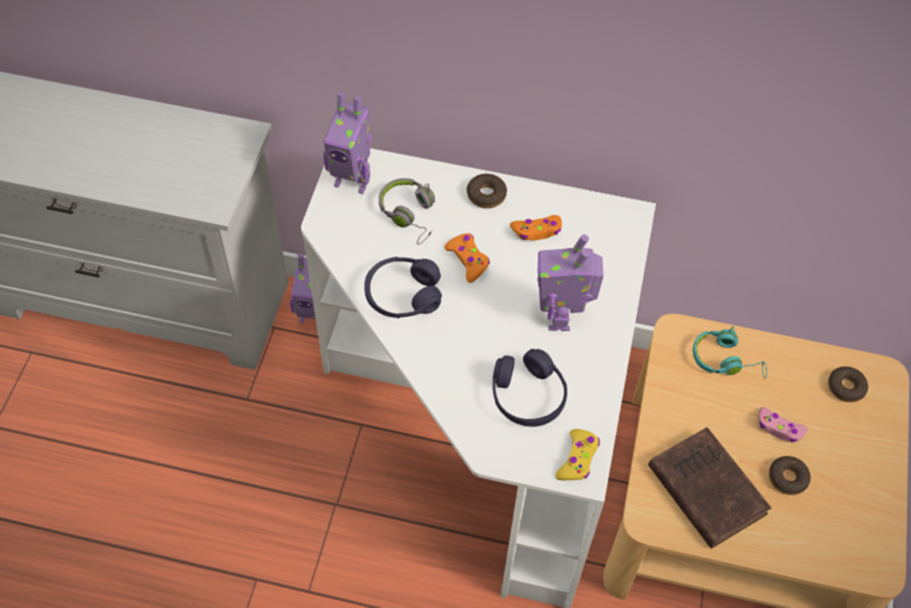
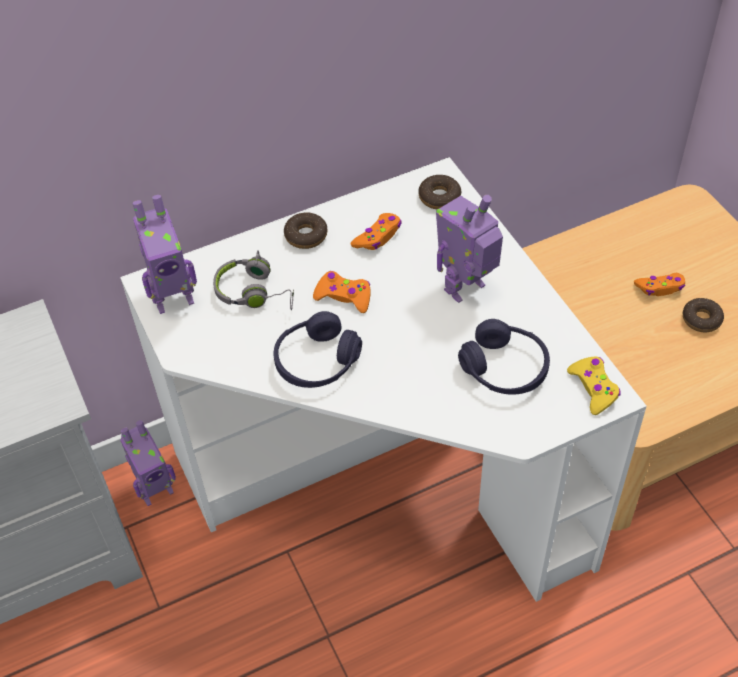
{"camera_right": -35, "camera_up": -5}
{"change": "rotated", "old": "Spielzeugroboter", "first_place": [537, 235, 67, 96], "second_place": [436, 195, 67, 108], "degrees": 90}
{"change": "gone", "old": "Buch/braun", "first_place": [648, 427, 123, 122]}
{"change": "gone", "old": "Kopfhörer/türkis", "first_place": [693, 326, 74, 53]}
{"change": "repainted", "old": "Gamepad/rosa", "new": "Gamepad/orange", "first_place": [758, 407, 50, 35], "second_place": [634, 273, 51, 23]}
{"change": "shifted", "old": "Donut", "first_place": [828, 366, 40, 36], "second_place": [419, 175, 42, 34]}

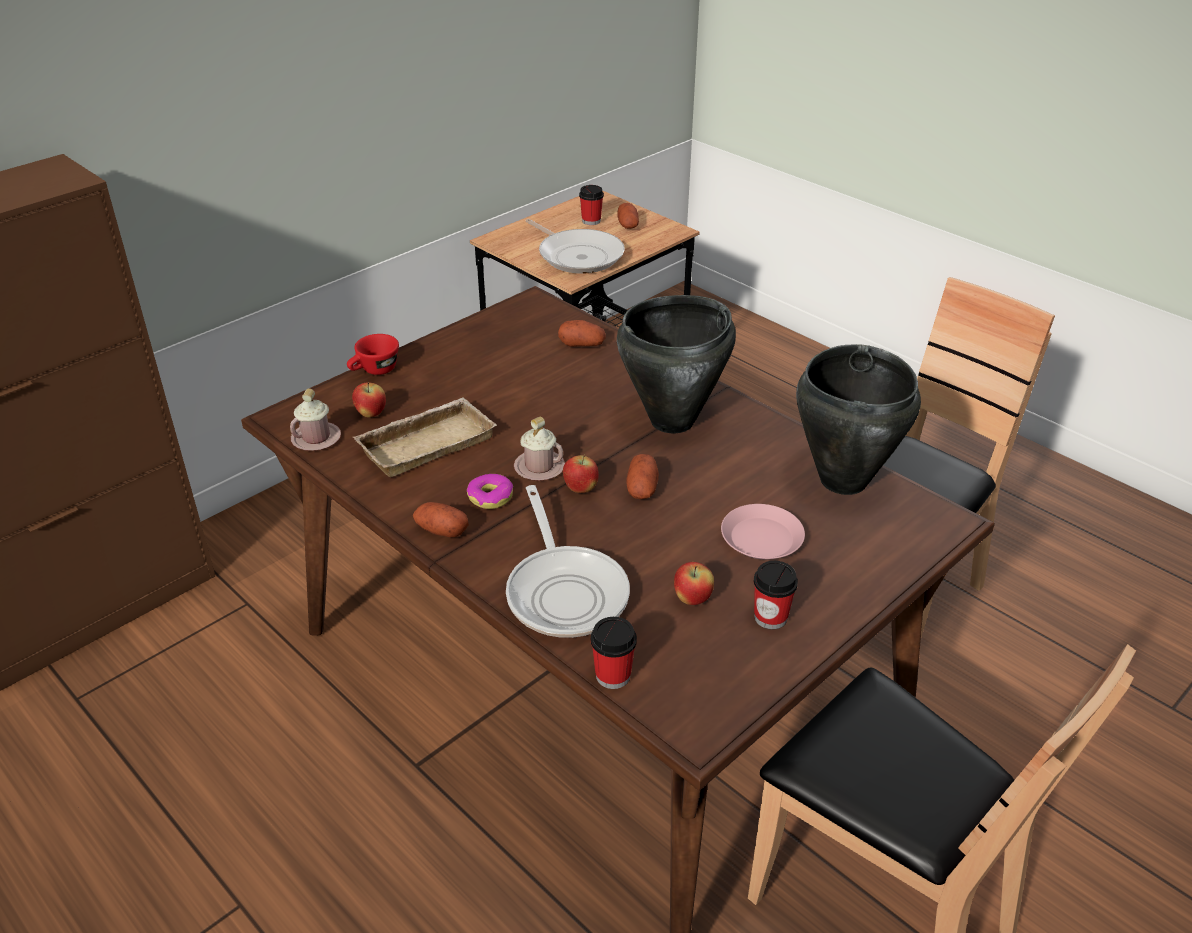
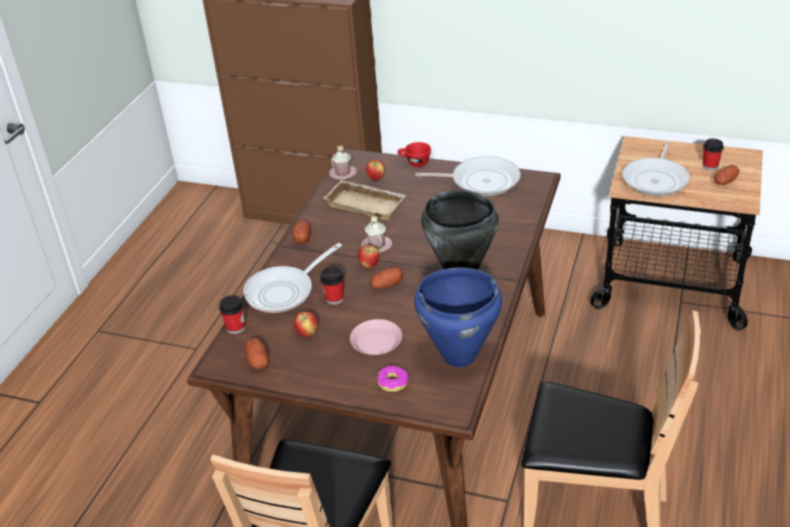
{"camera_right": 65, "camera_up": 0}
{"change": "shifted", "old": "Donut", "first_place": [467, 474, 46, 35], "second_place": [377, 366, 32, 26]}
{"change": "shifted", "old": "Kartoffel", "first_place": [558, 320, 48, 27], "second_place": [245, 338, 24, 31]}
{"change": "shifted", "old": "Tasse", "first_place": [754, 561, 44, 68], "second_place": [320, 267, 24, 38]}
{"change": "repainted", "old": "Kochtopf/schwarz", "new": "Kochtopf/blau", "first_place": [796, 344, 125, 151], "second_place": [414, 267, 88, 100]}
{"change": "new", "new": "Pfanne", "second_place": [415, 156, 106, 40]}

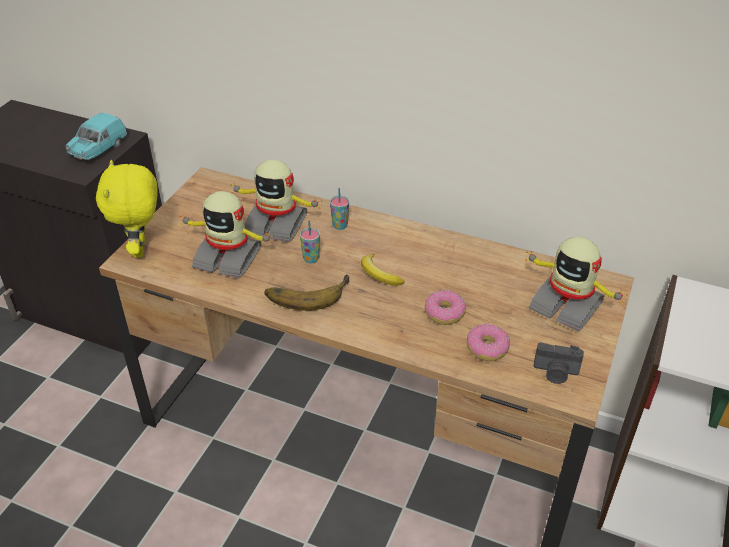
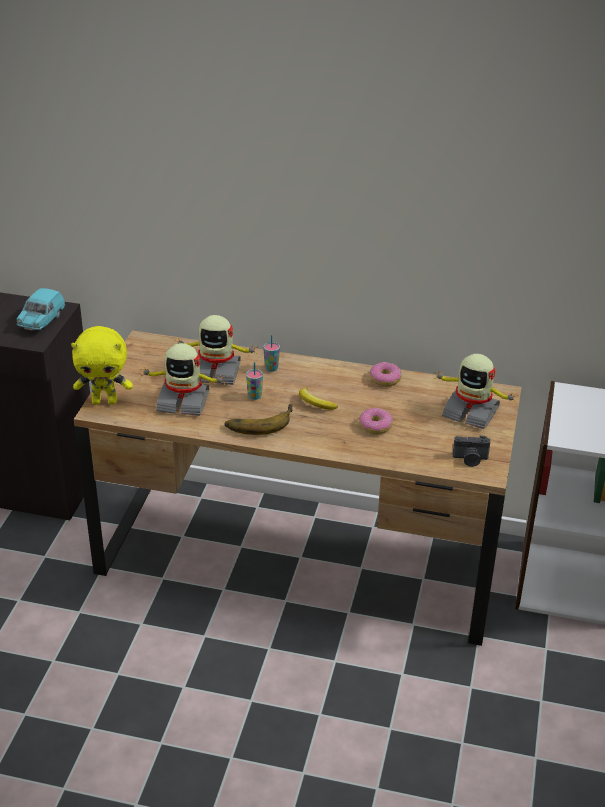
{"camera_right": -10, "camera_up": -5}
{"change": "rotated", "old": "Plüschtier/gelb", "first_place": [96, 160, 62, 97], "second_place": [71, 326, 62, 79], "degrees": -75}
{"change": "shifted", "old": "Donut", "first_place": [467, 324, 43, 37], "second_place": [370, 362, 32, 25]}

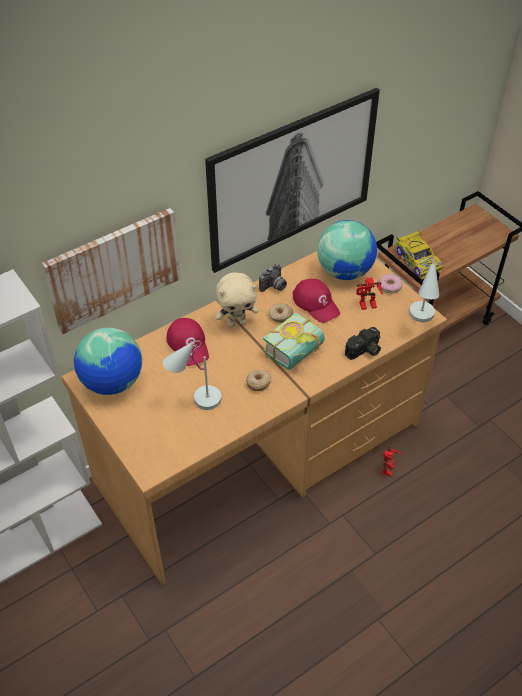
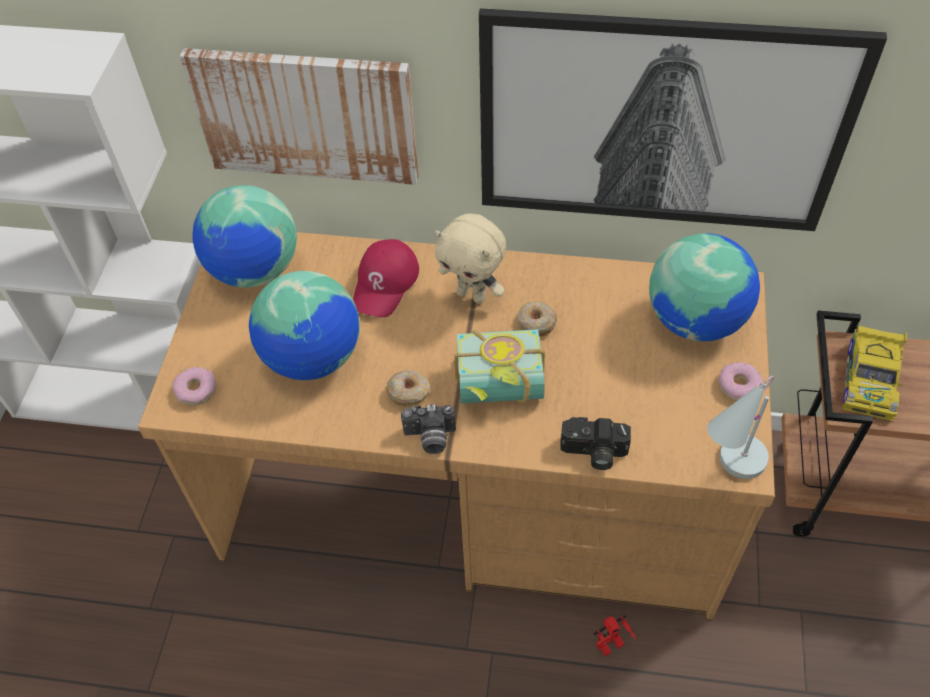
{"camera_right": 45, "camera_up": 5}
{"change": "swapped", "old": "Tischlampe/weiß", "new": "Globus", "first_place": [163, 340, 58, 70], "second_place": [249, 271, 111, 109]}
{"change": "shifted", "old": "Kamera", "first_place": [259, 264, 28, 28], "second_place": [401, 404, 55, 50]}
{"change": "gone", "old": "Kappe/rot", "first_place": [292, 279, 48, 44]}
{"change": "gone", "old": "Spielzeugroboter", "first_place": [356, 277, 27, 33]}
{"change": "new", "new": "Donut", "second_place": [172, 367, 44, 39]}

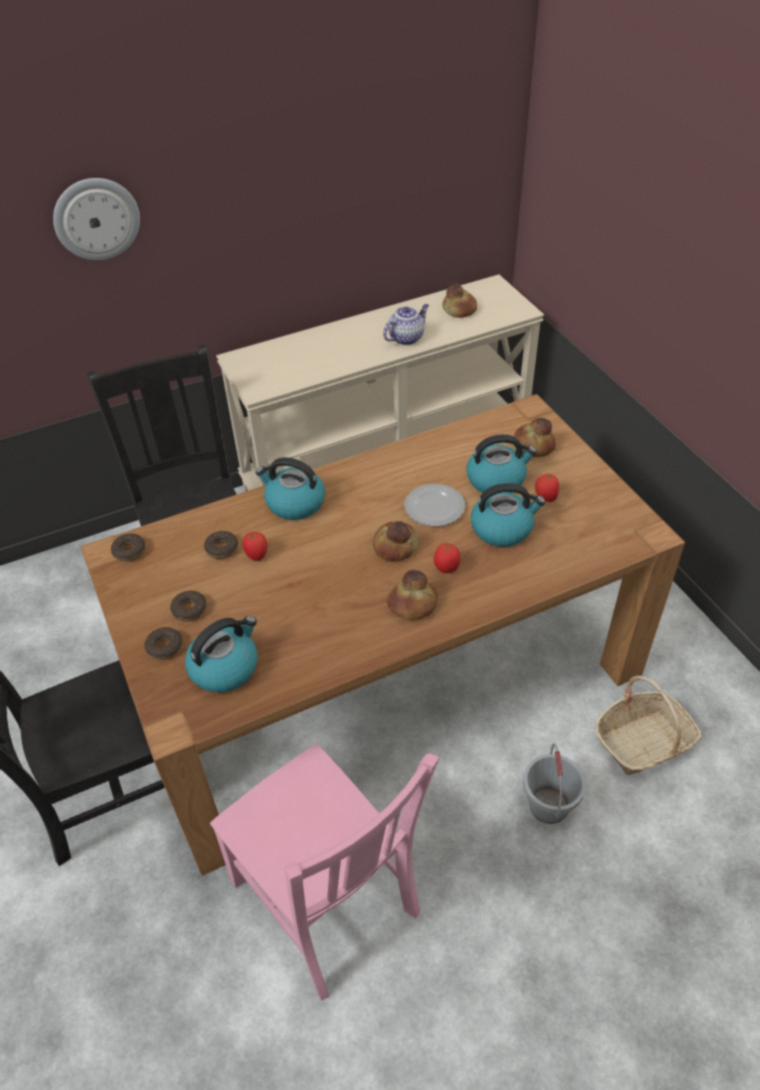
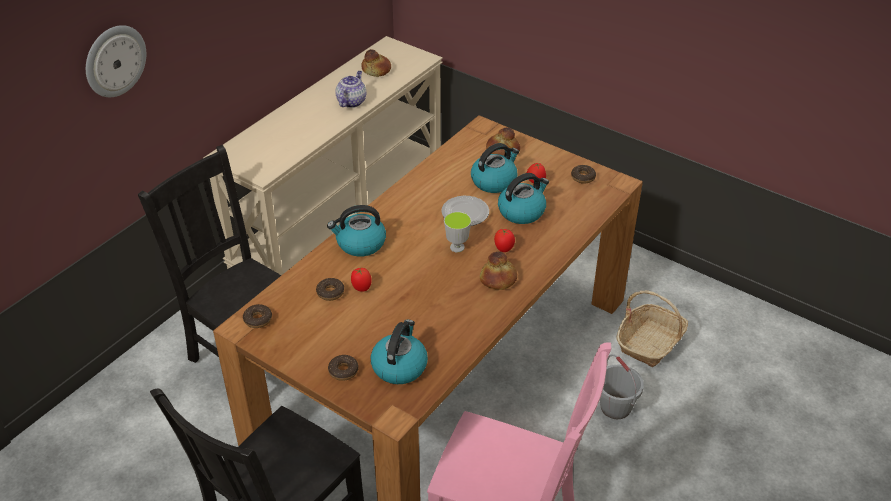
{"camera_right": -30, "camera_up": -5}
{"change": "shifted", "old": "Donut", "first_place": [170, 591, 37, 31], "second_place": [571, 165, 25, 19]}
{"change": "swapped", "old": "Brot", "new": "Tasse", "first_place": [373, 521, 45, 41], "second_place": [444, 211, 27, 41]}

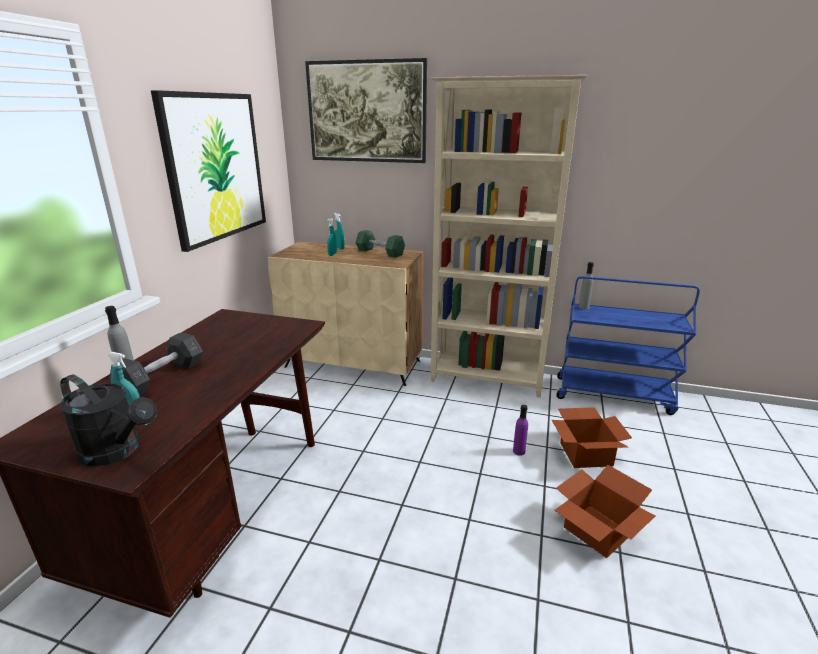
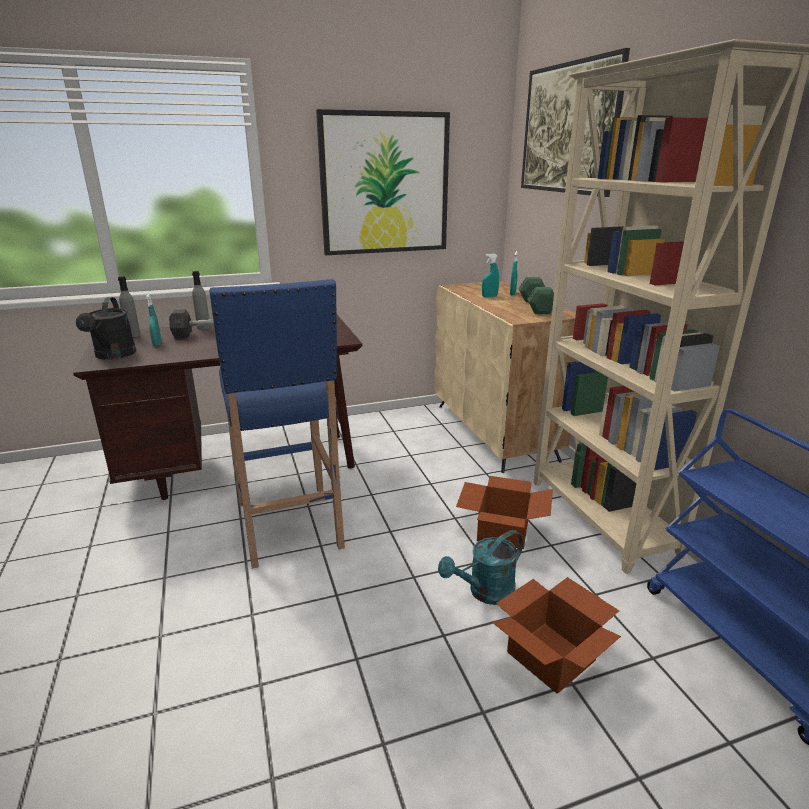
{"camera_right": 55, "camera_up": 0}
{"change": "swapped", "old": "Flasche/lila", "new": "Gießkanne/türkis", "first_place": [513, 405, 15, 51], "second_place": [438, 530, 85, 75]}
{"change": "shifted", "old": "Karton", "first_place": [554, 465, 102, 93], "second_place": [456, 476, 97, 73]}
{"change": "shifted", "old": "Flasche/grau", "first_place": [579, 262, 15, 47], "second_place": [118, 276, 23, 61]}
{"change": "new", "new": "Hocker/blau", "second_place": [209, 279, 136, 290]}

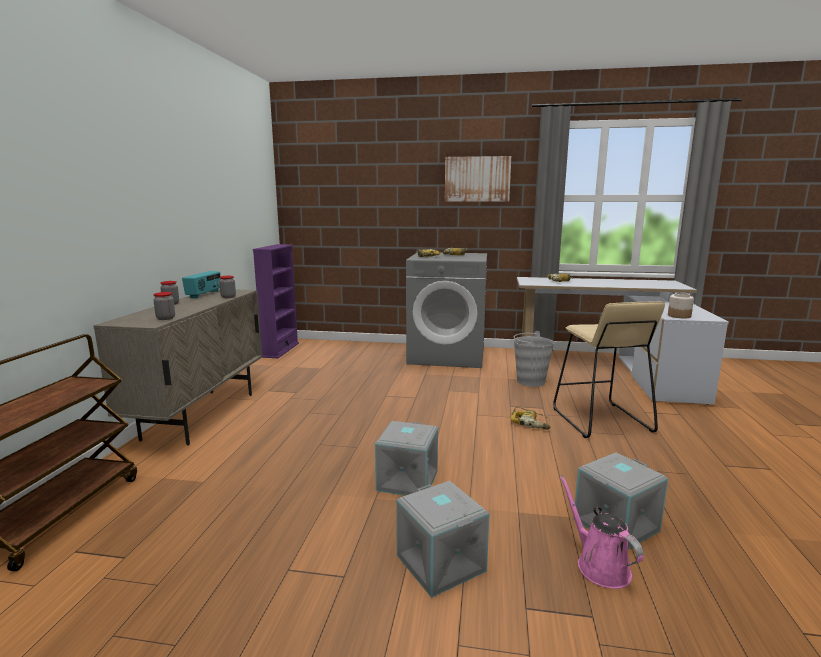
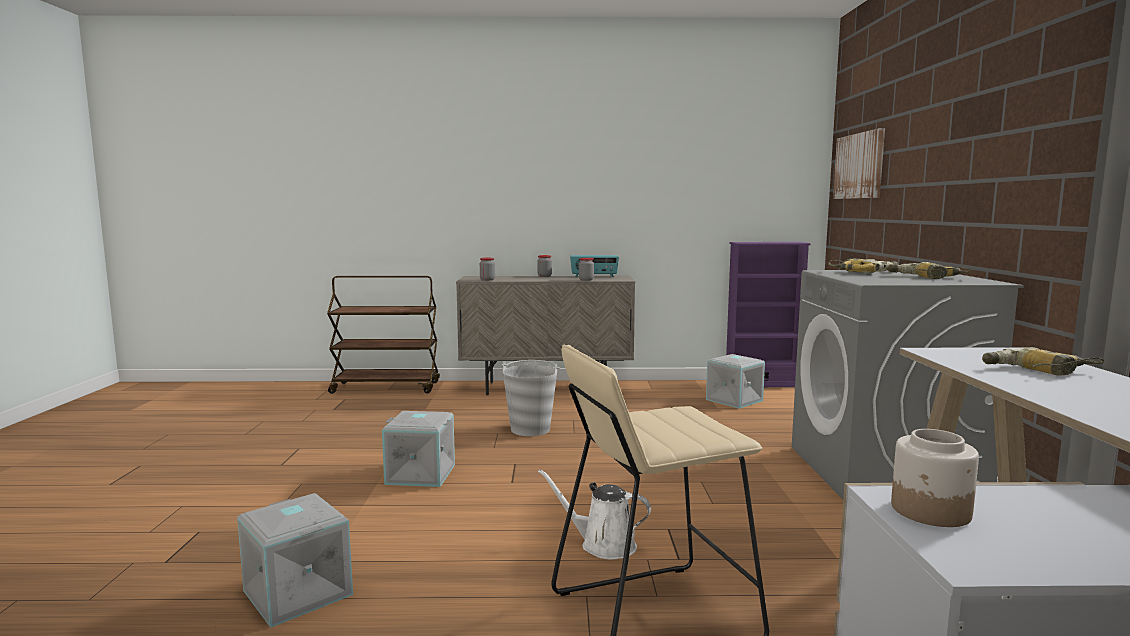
{"camera_right": 80, "camera_up": -5}
{"change": "shifted", "old": "Aufbewahrungsbox/grau", "first_place": [396, 481, 94, 117], "second_place": [706, 354, 59, 55]}
{"change": "shifted", "old": "Bild", "first_place": [445, 156, 66, 45], "second_place": [833, 128, 52, 71]}
{"change": "swapped", "old": "Bohrmaschine", "new": "Gießkanne/weiß", "first_place": [510, 407, 41, 23], "second_place": [538, 469, 113, 90]}
{"change": "shifted", "old": "Eimer/grau", "first_place": [514, 331, 40, 56], "second_place": [502, 360, 58, 76]}
{"change": "gone", "old": "Gießkanne/rosa", "first_place": [560, 476, 84, 113]}

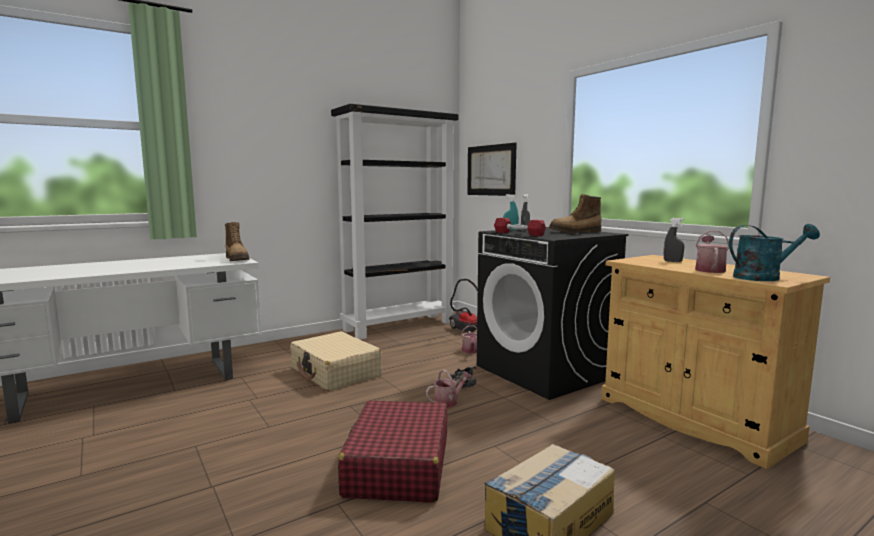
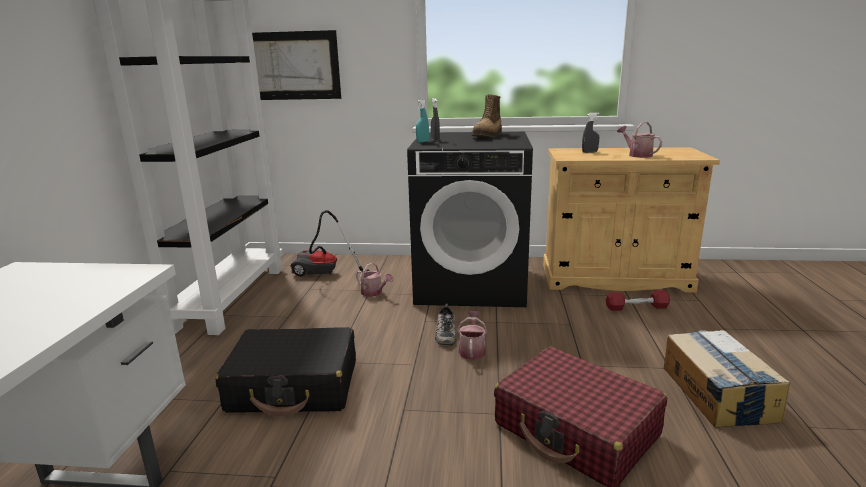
{"camera_right": -50, "camera_up": 10}
{"change": "gone", "old": "Stiefel", "first_place": [225, 222, 25, 39]}
{"change": "repainted", "old": "Koffer/beige", "new": "Koffer/schwarz", "first_place": [290, 331, 92, 60], "second_place": [216, 327, 140, 90]}
{"change": "shifted", "old": "Hantel/rot", "first_place": [494, 218, 52, 18], "second_place": [606, 290, 64, 21]}
{"change": "gone", "old": "Gießkanne/türkis", "first_place": [729, 224, 91, 57]}

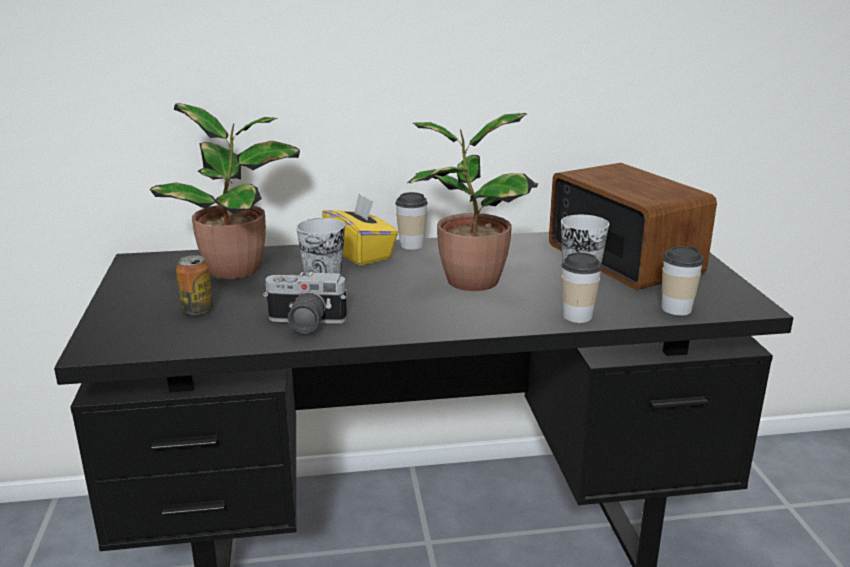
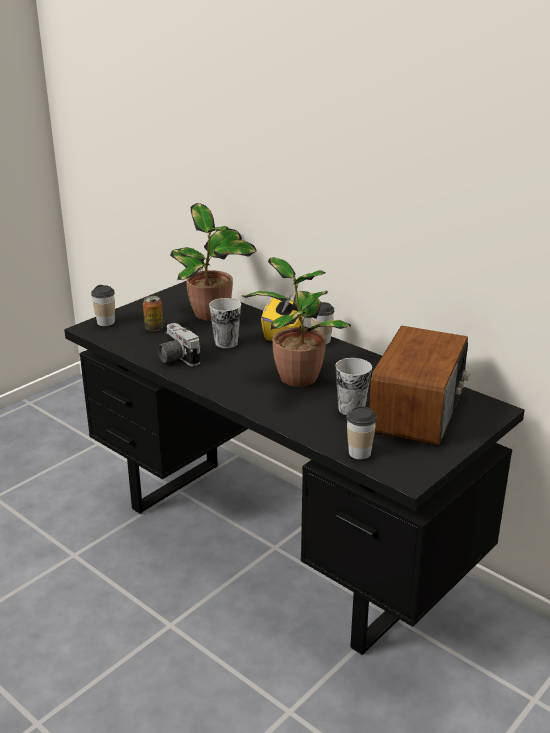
{"camera_right": 50, "camera_up": 5}
{"change": "shifted", "old": "Tasse", "first_place": [561, 252, 41, 71], "second_place": [91, 285, 24, 41]}

